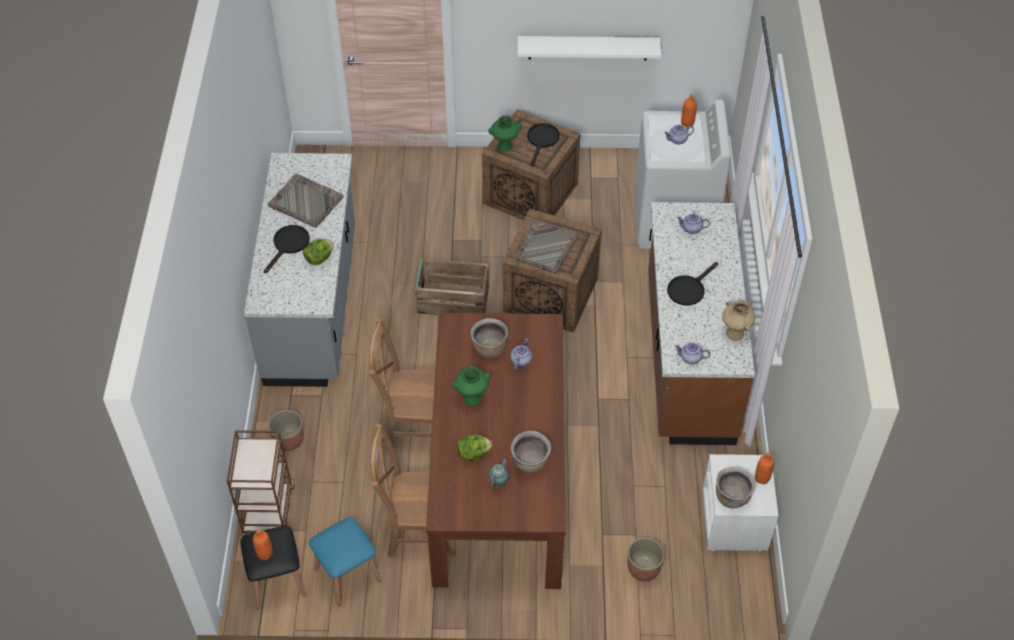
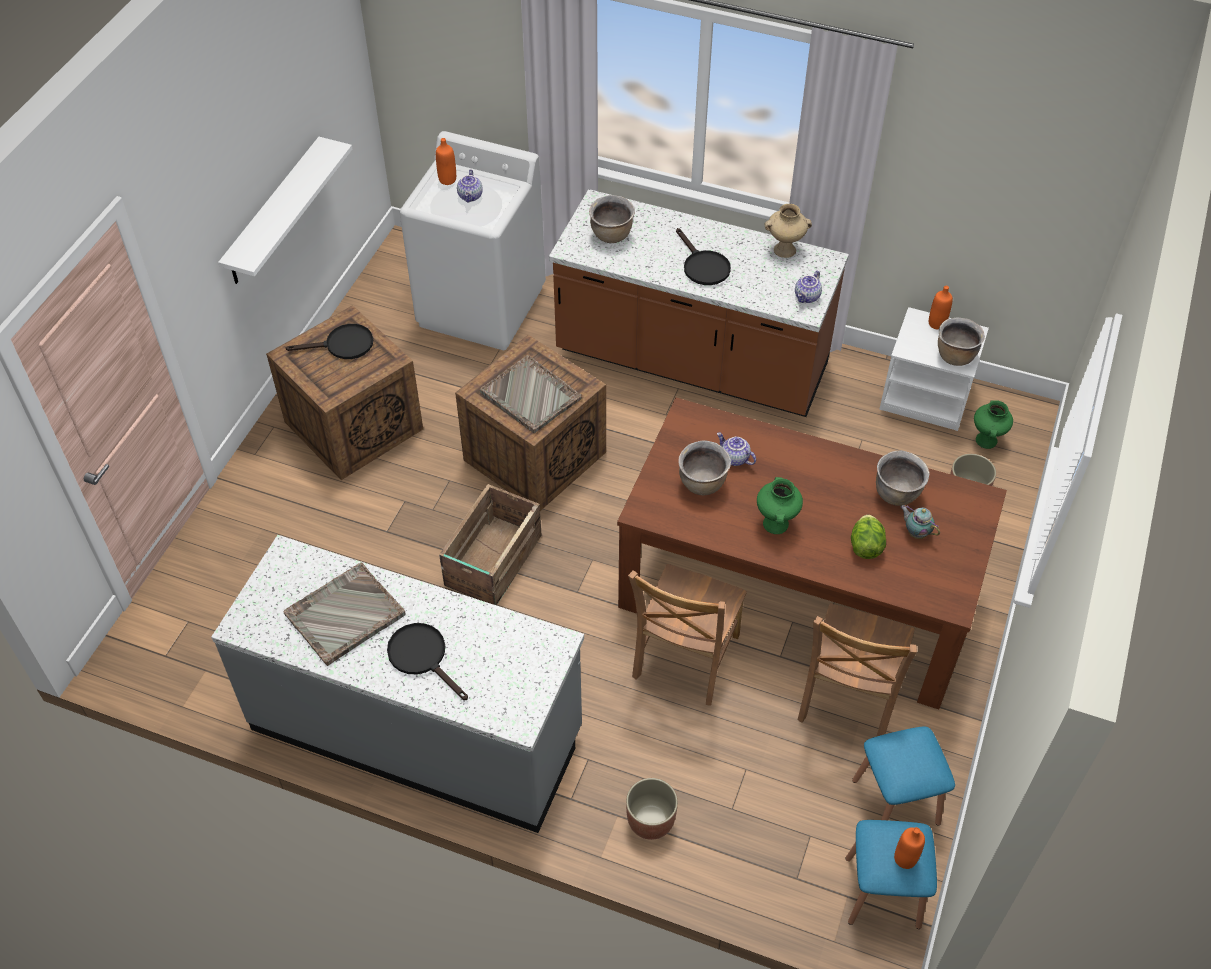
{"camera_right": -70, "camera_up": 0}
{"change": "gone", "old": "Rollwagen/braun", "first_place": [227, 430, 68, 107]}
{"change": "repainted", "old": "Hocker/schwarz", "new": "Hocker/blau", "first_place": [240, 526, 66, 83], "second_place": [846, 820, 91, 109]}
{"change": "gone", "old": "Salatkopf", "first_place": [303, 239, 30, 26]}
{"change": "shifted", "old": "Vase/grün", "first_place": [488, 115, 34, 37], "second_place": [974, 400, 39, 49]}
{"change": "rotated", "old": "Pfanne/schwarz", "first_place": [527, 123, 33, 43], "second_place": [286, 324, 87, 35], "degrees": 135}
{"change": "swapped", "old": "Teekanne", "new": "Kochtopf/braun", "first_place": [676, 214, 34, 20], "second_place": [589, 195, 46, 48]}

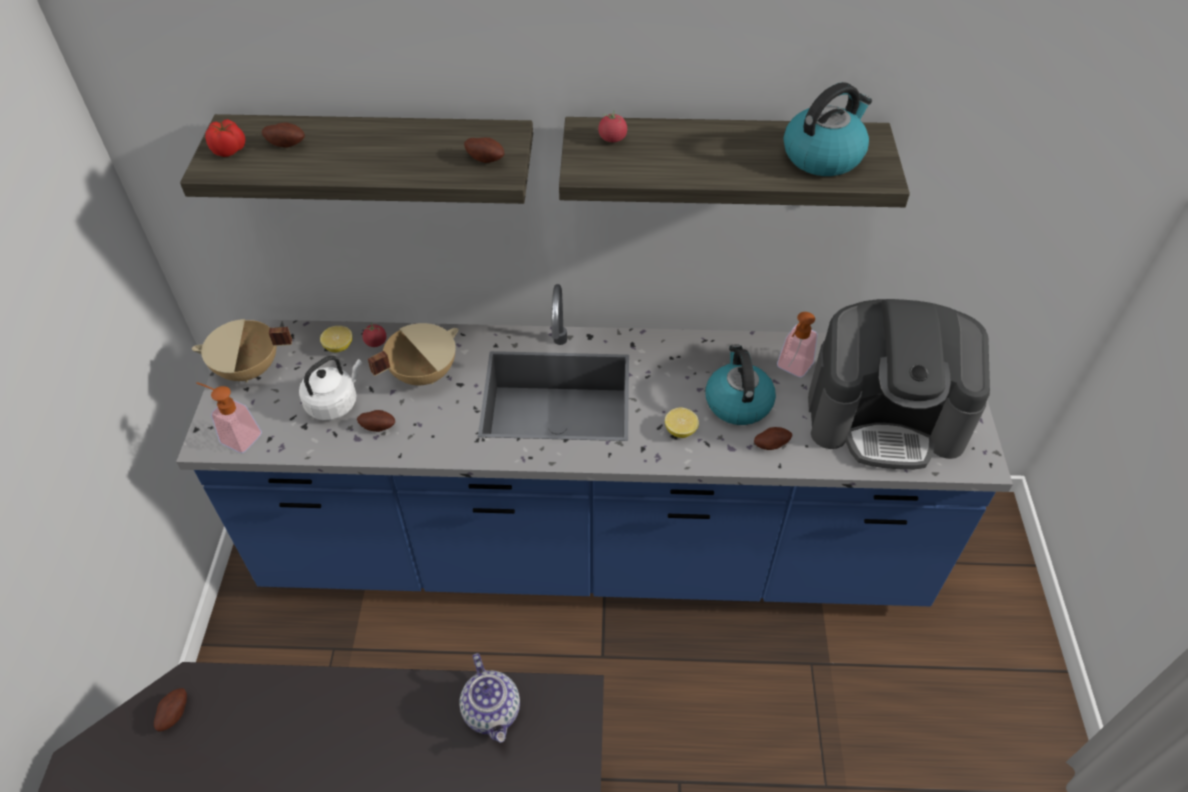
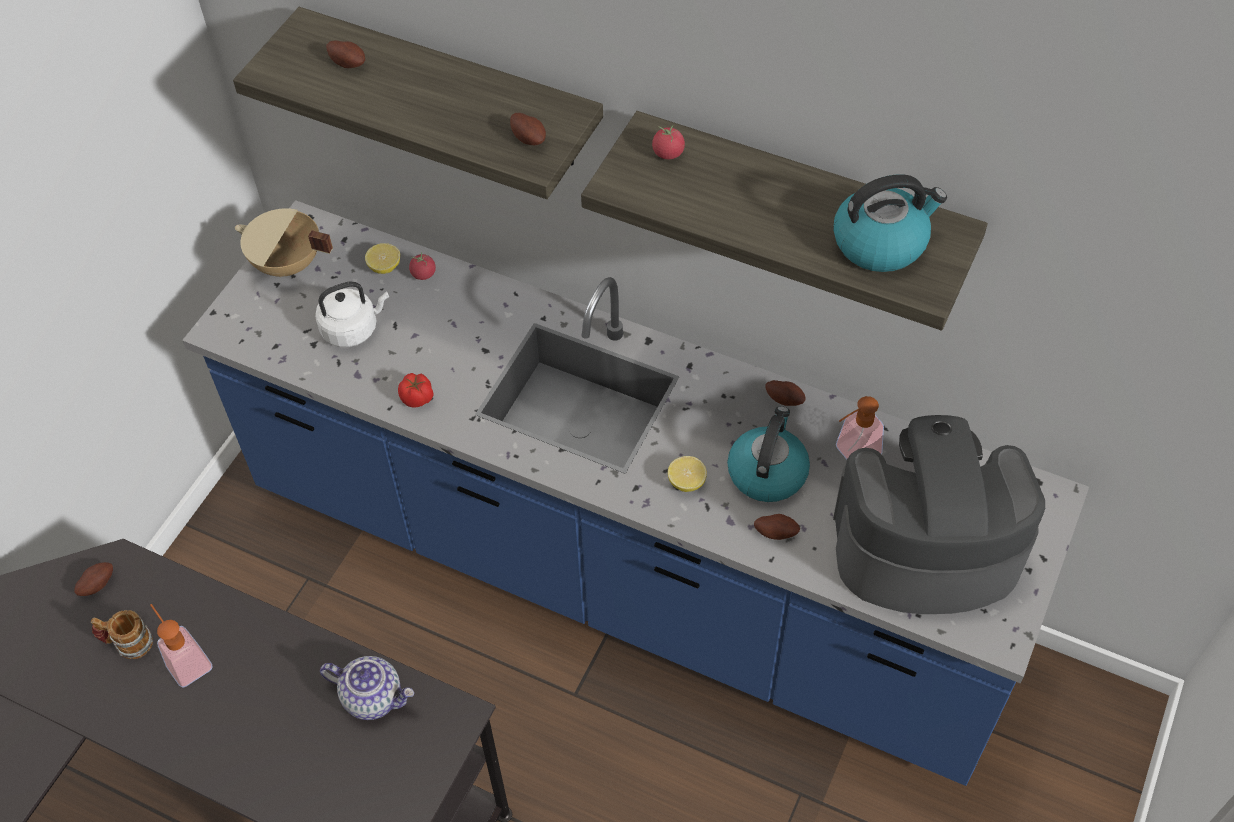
{"camera_right": 25, "camera_up": 5}
{"change": "shifted", "old": "Seifenspender", "first_place": [196, 382, 66, 71], "second_place": [150, 604, 63, 84]}
{"change": "shifted", "old": "Tomate", "first_place": [205, 119, 40, 38], "second_place": [398, 373, 36, 35]}
{"change": "shifted", "old": "Kartoffel", "first_place": [357, 410, 38, 22], "second_place": [765, 380, 40, 26]}
{"change": "gone", "old": "Kochtopf/beige", "first_place": [368, 323, 90, 62]}
{"change": "rotated", "old": "Teekanne", "first_place": [459, 653, 61, 90], "second_place": [320, 656, 95, 64], "degrees": -75}
{"change": "rotated", "old": "Kaffeemaschine", "first_place": [808, 299, 182, 171], "second_place": [833, 415, 212, 199], "degrees": 150}
{"change": "new", "new": "Henkelbecher", "second_place": [91, 610, 62, 49]}

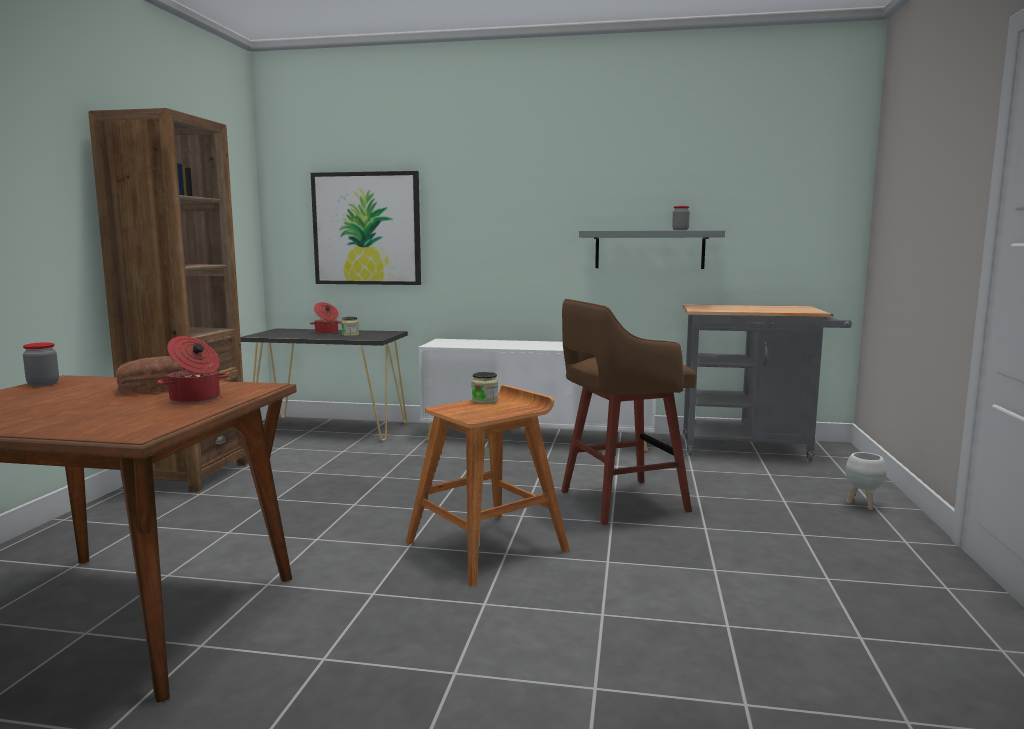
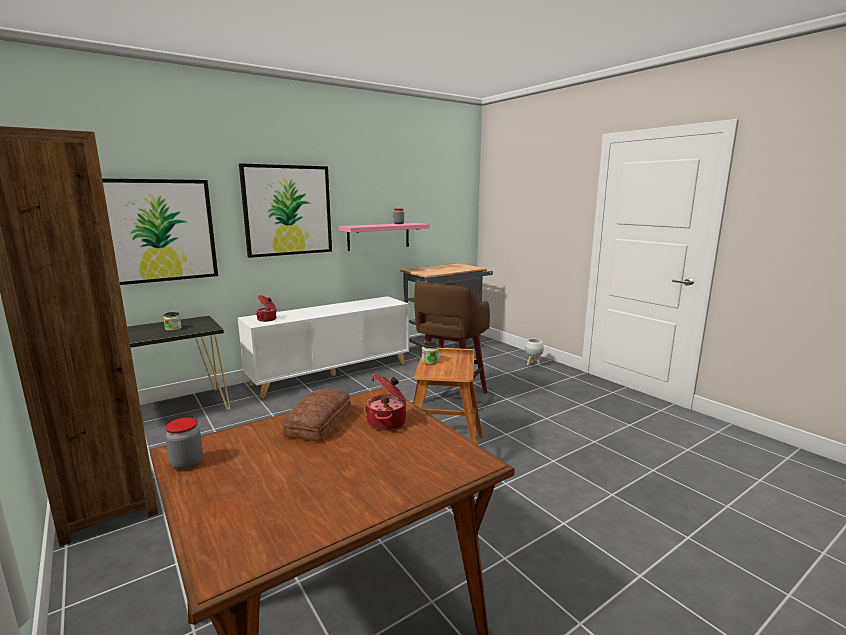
{"camera_right": -45, "camera_up": 5}
{"change": "shifted", "old": "Kochtopf", "first_place": [310, 302, 32, 32], "second_place": [256, 295, 21, 27]}
{"change": "repainted", "old": "Wandregal/grau", "new": "Wandregal/rosa", "first_place": [579, 230, 146, 39], "second_place": [338, 223, 92, 28]}
{"change": "new", "new": "Bild", "second_place": [239, 163, 93, 95]}

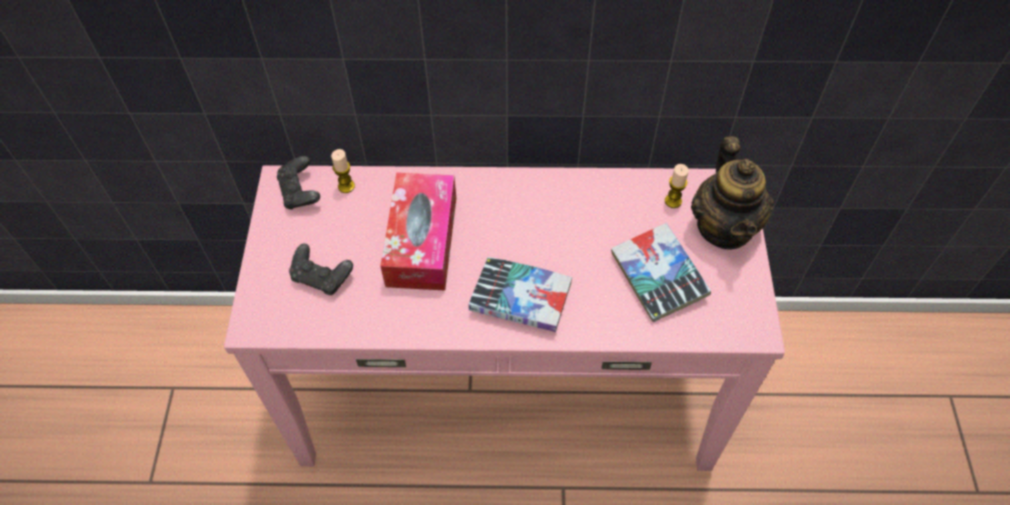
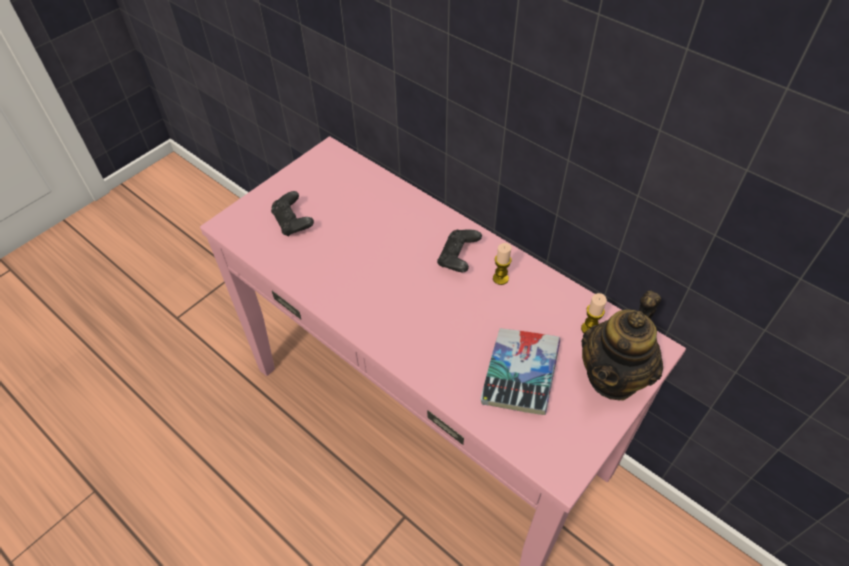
{"camera_right": 40, "camera_up": -5}
{"change": "shifted", "old": "Gamepad/schwarz", "first_place": [277, 156, 43, 53], "second_place": [437, 229, 45, 43]}
{"change": "shifted", "old": "Kerze", "first_place": [331, 149, 24, 44], "second_place": [493, 243, 19, 42]}
{"change": "gone", "old": "Taschentuchbox", "first_place": [380, 173, 76, 118]}
{"change": "gone", "old": "Buch", "first_place": [469, 257, 103, 75]}

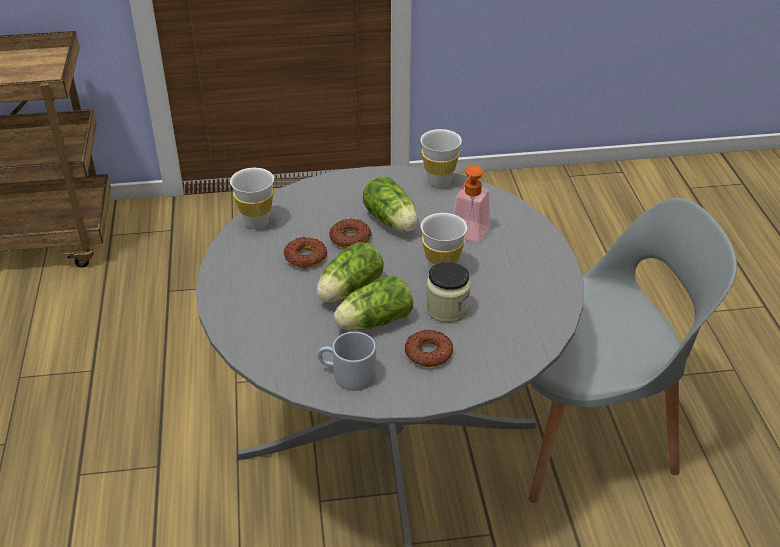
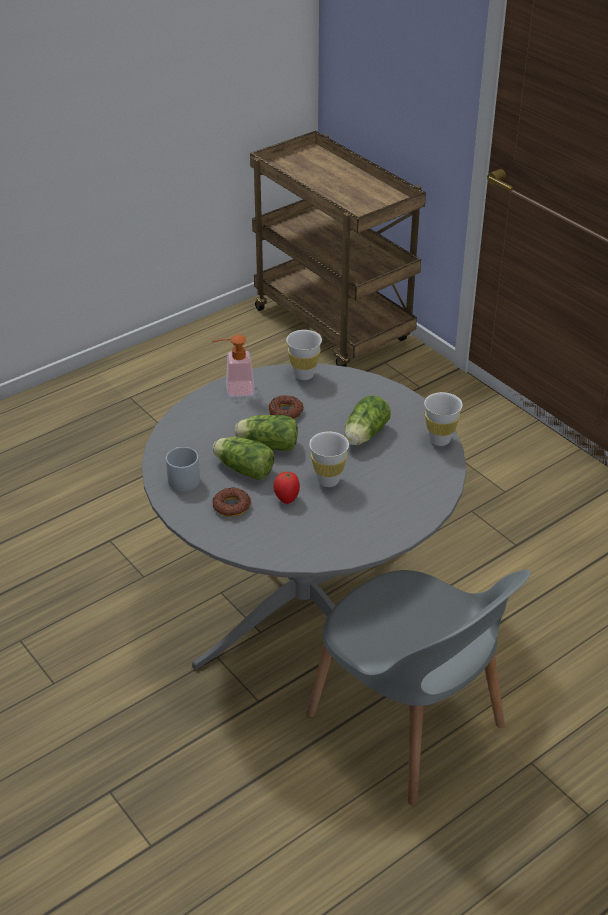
{"camera_right": 60, "camera_up": 0}
{"change": "gone", "old": "Donut", "first_place": [329, 219, 43, 29]}
{"change": "swapped", "old": "Vorratsglas", "new": "Tomate", "first_place": [426, 262, 45, 60], "second_place": [274, 472, 26, 32]}
{"change": "shifted", "old": "Seifenspender", "first_place": [453, 165, 37, 77], "second_place": [211, 335, 44, 62]}

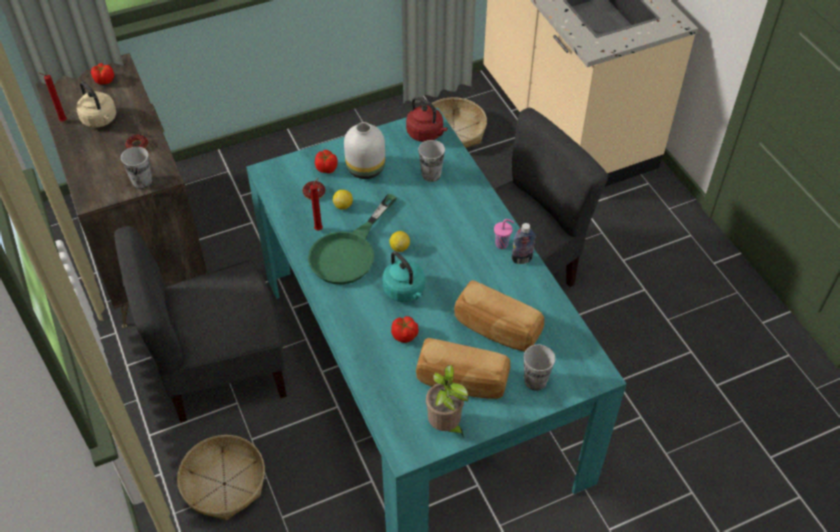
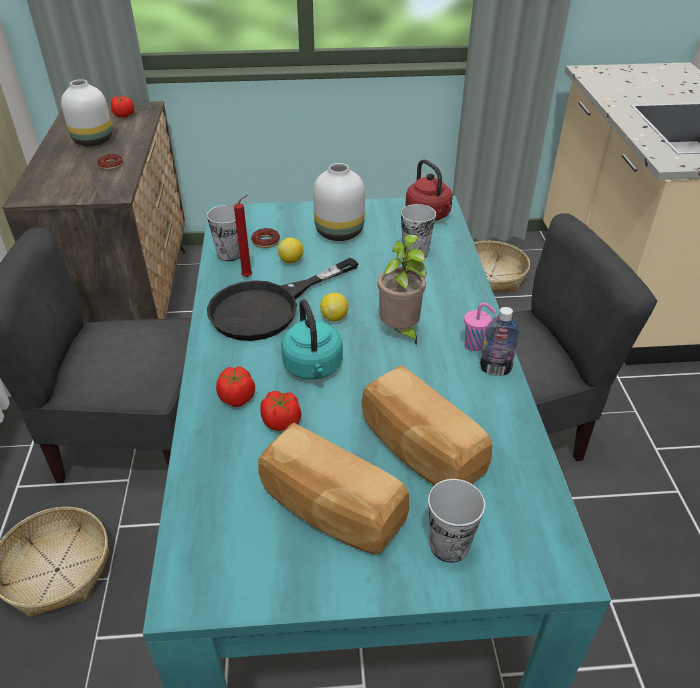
{"camera_right": 20, "camera_up": -10}
{"change": "gone", "old": "Kerze/rot", "first_place": [38, 72, 29, 50]}
{"change": "swapped", "old": "Wasserkessel/beige", "new": "Vase/weiß", "first_place": [76, 81, 41, 47], "second_place": [61, 79, 51, 67]}
{"change": "shifted", "old": "Tasse", "first_place": [121, 147, 31, 42], "second_place": [207, 205, 33, 56]}
{"change": "repainted", "old": "Pfanne/grün", "new": "Pfanne/schwarz", "first_place": [308, 194, 89, 91], "second_place": [207, 258, 152, 83]}
{"change": "shifted", "old": "Tomate", "first_place": [315, 150, 23, 24], "second_place": [216, 366, 39, 41]}
{"change": "shifted", "old": "Topfpflanze", "first_place": [426, 365, 42, 73], "second_place": [378, 235, 49, 111]}

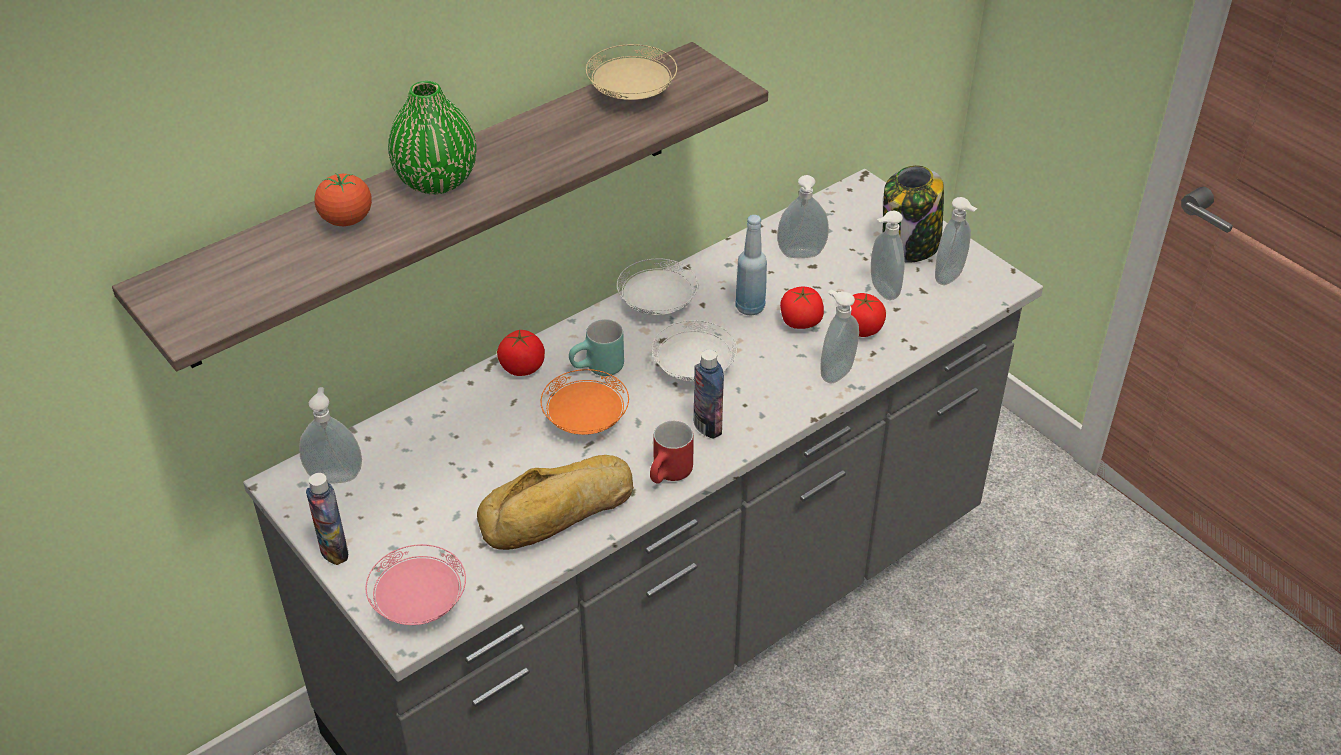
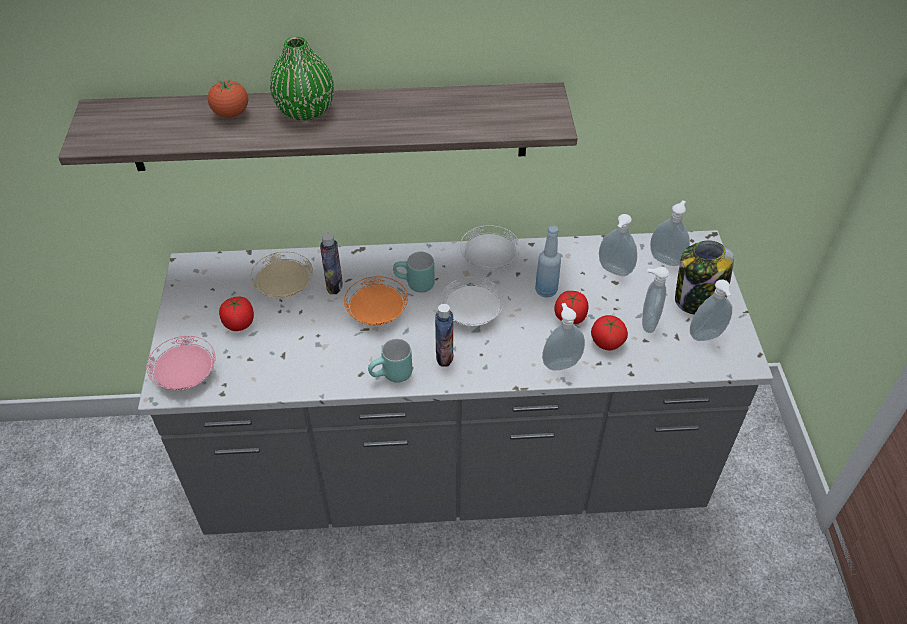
{"camera_right": 35, "camera_up": 5}
{"change": "shifted", "old": "Seifenspender", "first_place": [299, 387, 63, 96], "second_place": [650, 200, 40, 66]}
{"change": "shifted", "old": "Flasche", "first_place": [306, 473, 42, 92], "second_place": [320, 233, 23, 61]}
{"change": "gone", "old": "Brot", "first_place": [477, 455, 157, 95]}
{"change": "shifted", "old": "Tomate", "first_place": [497, 329, 48, 47], "second_place": [219, 297, 35, 34]}
{"change": "shifted", "old": "Teller/beige", "first_place": [586, 44, 91, 56], "second_place": [251, 251, 62, 47]}
{"change": "repainted", "old": "Henkelbecher/rot", "new": "Henkelbecher/türkis", "first_place": [650, 420, 44, 64], "second_place": [368, 339, 44, 44]}

